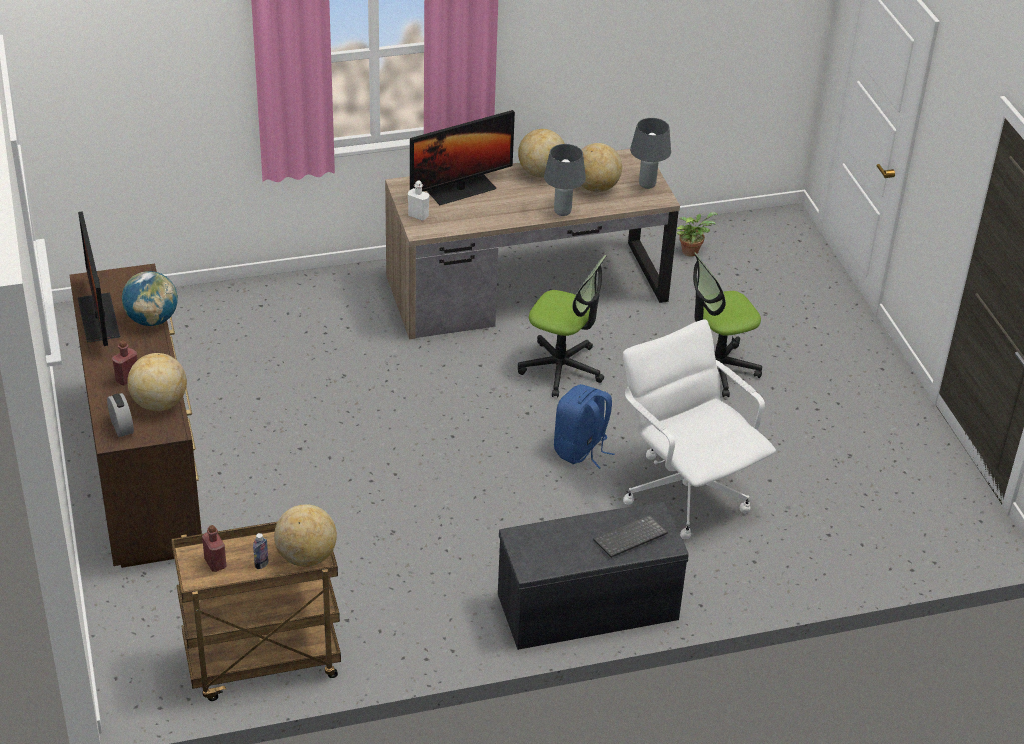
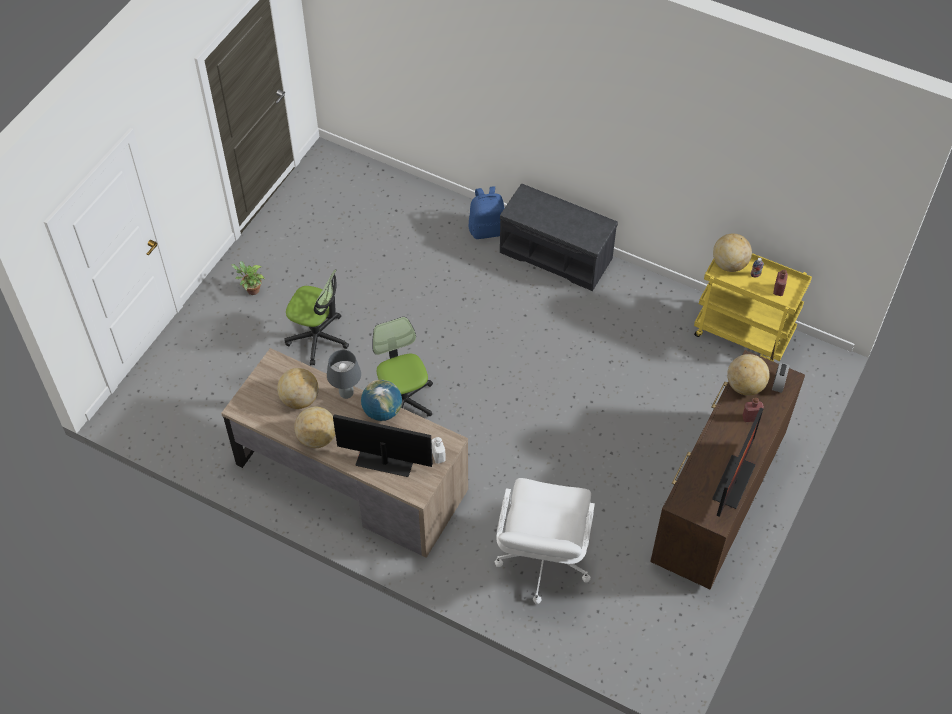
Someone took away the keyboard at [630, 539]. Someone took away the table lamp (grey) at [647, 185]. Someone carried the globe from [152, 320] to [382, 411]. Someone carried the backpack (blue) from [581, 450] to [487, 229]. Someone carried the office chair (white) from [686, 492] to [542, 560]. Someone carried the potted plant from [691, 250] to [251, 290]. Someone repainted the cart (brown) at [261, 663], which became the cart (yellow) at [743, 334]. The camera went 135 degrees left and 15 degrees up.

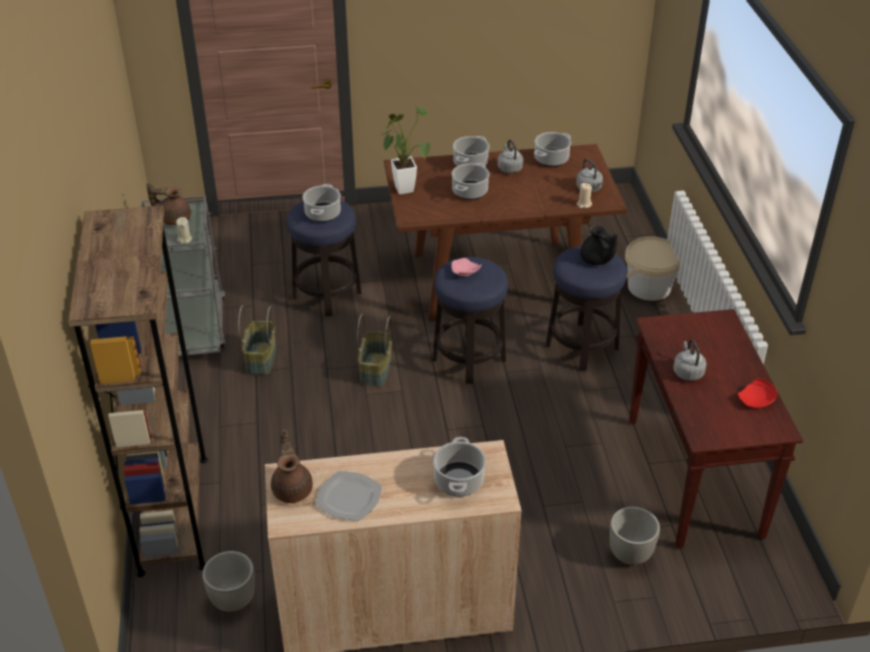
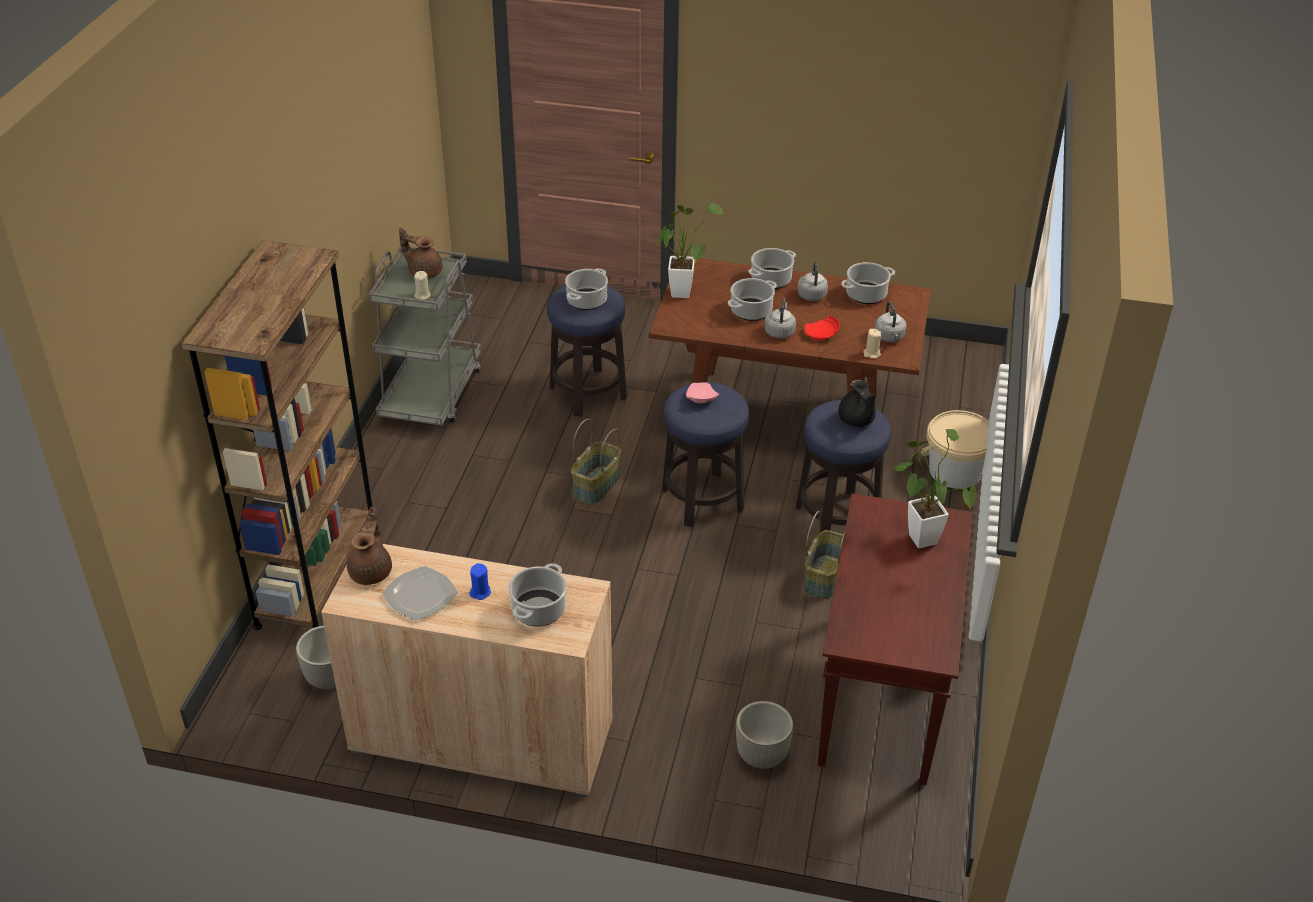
Someone put down the candle (blue) at [480, 592]. Someone put down the potted plant at [920, 535]. Someone carried the basket from [260, 358] to [824, 577]. Someone carried the kettle (grey) from [687, 372] to [779, 331]. Someone carried the plate (red) from [756, 400] to [822, 335]. The camera went 20 degrees right and 0 degrees up.

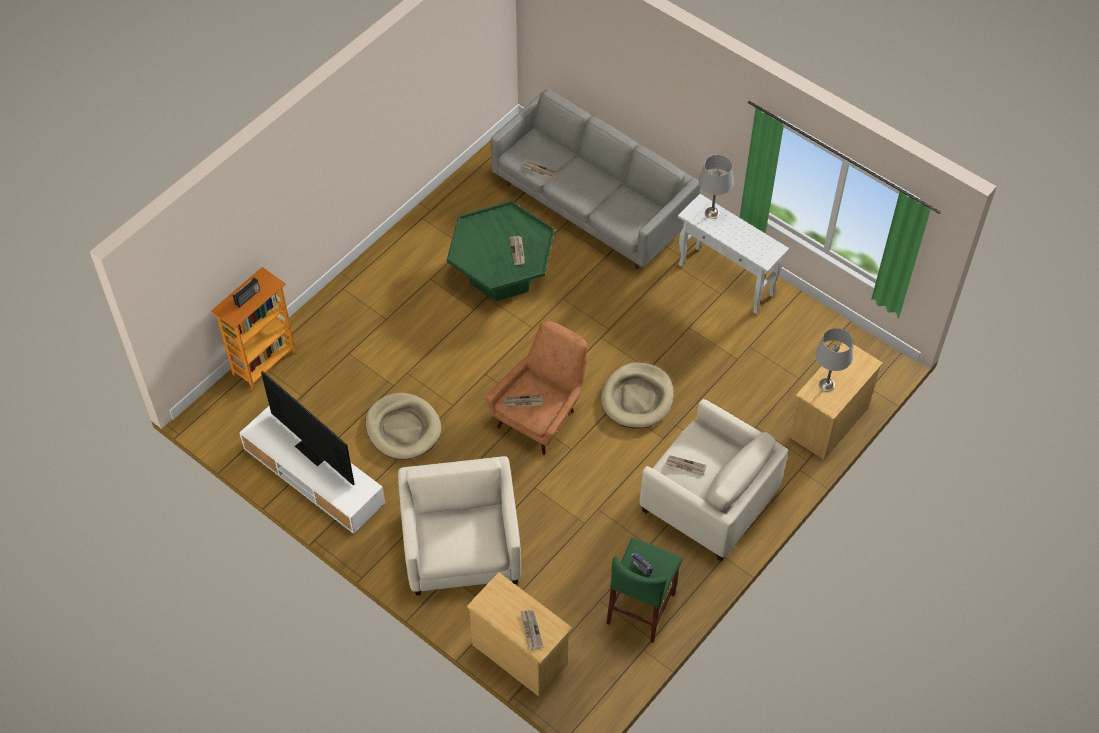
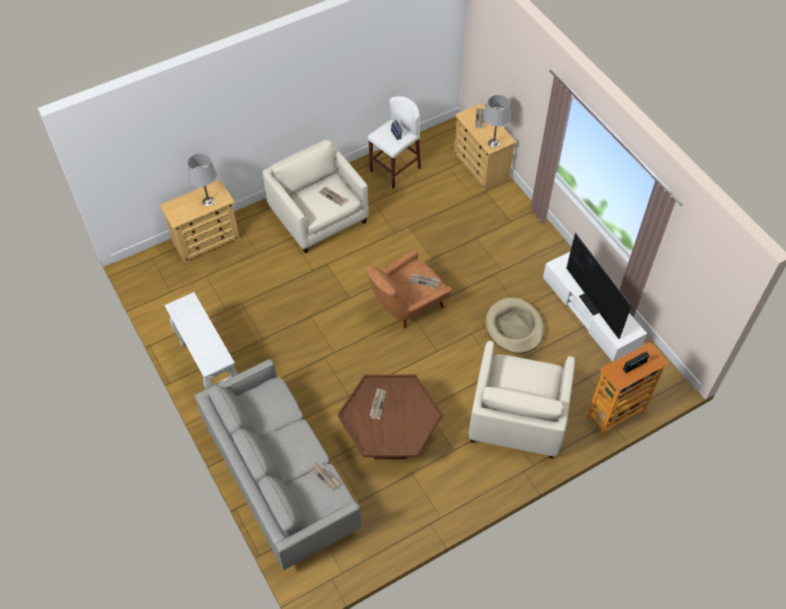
Someone took away the dog bed (beige) at [637, 398]. Someone carried the armchair (beige) from [462, 547] to [517, 416]. Someone carried the table lamp (grey) from [711, 213] to [494, 143]. Someone repainted the coffee table (green) at [502, 274], which became the coffee table (brown) at [389, 434]. Someone repainted the stool (green) at [641, 608], which became the stool (white) at [395, 169]. The camera went 160 degrees left and 0 degrees up.

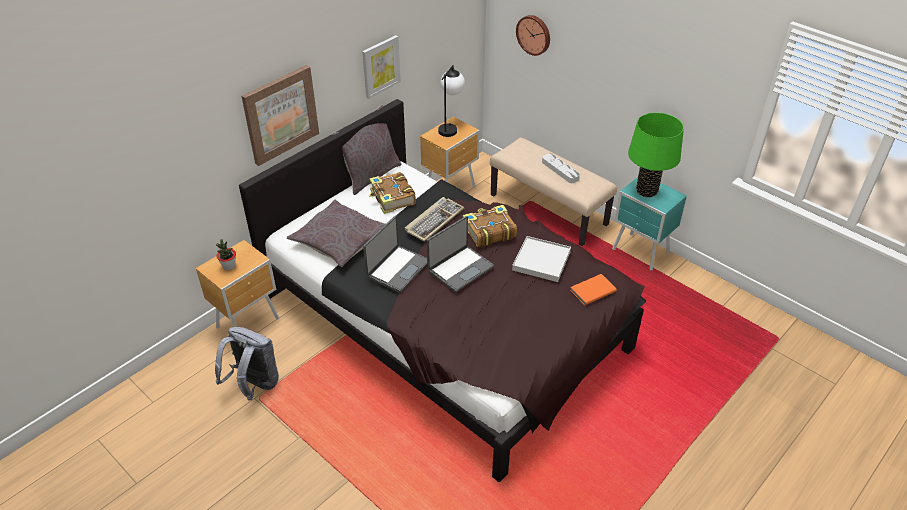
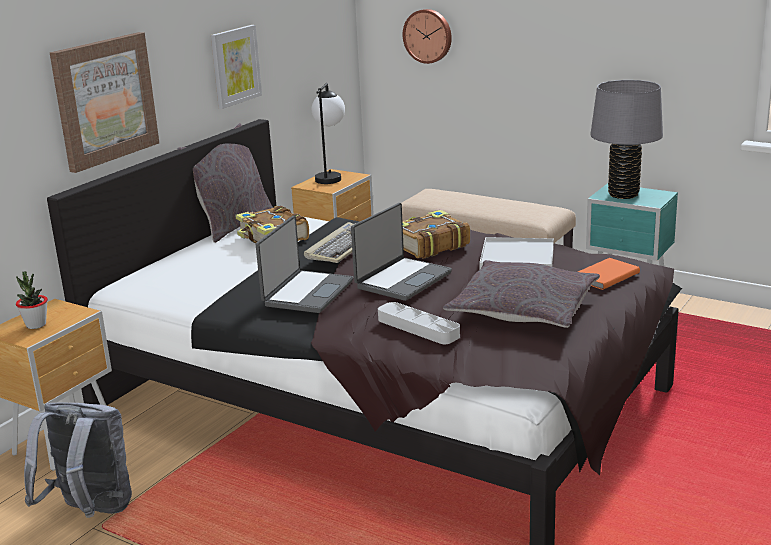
Someone carried the pillow (grey) from [339, 240] to [523, 309]. Someone carried the tray (grey) from [560, 170] to [418, 328]. Someone repainted the table lamp (green) at [646, 191], which became the table lamp (grey) at [623, 194]. The camera went 10 degrees left and 20 degrees down.

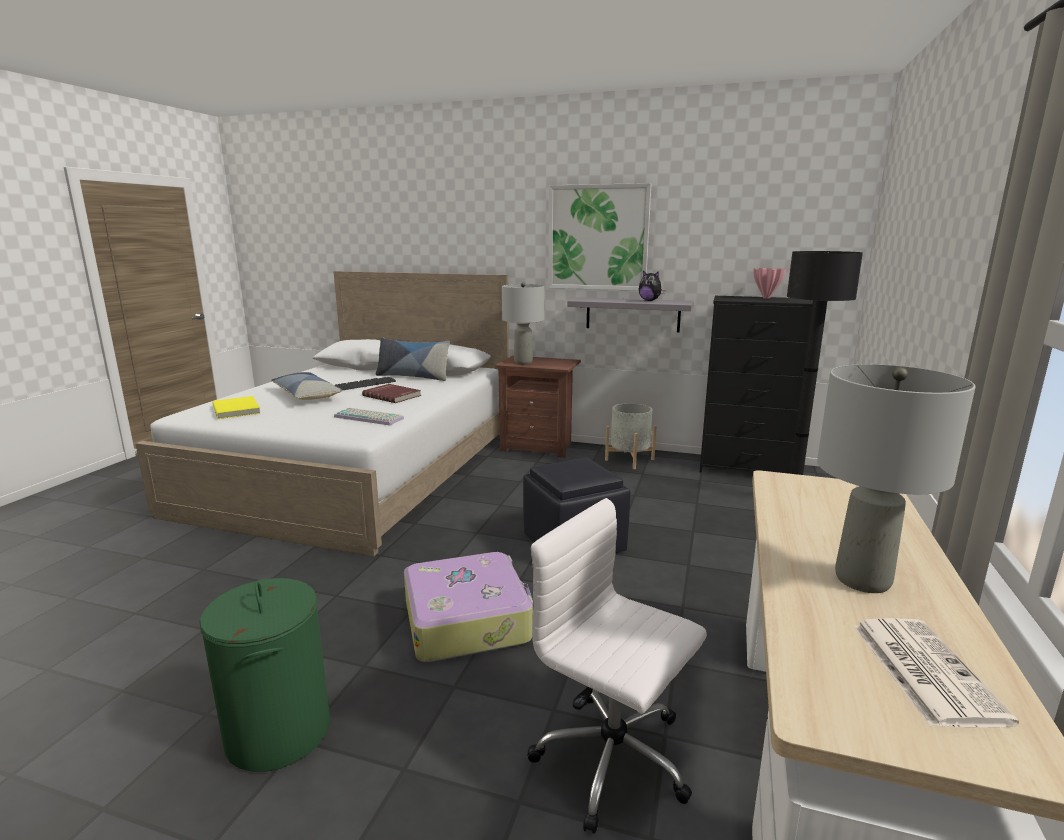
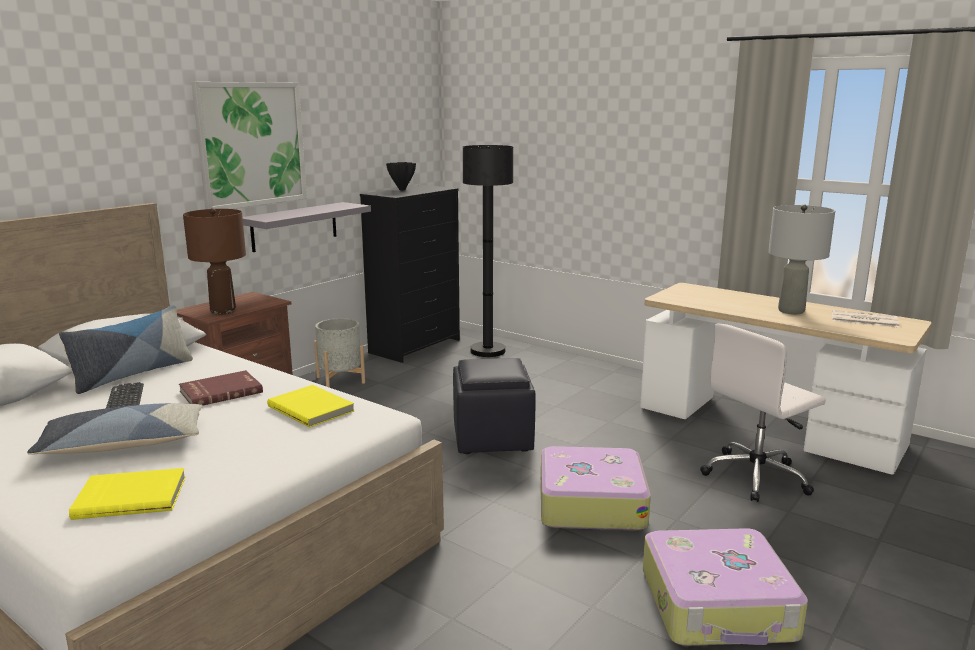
Someone took away the plush toy at [650, 300]. Someone swapped the laundry basket (green) at [279, 732] for the suitcase at [719, 605]. Someone swapped the keyboard at [370, 417] for the book (yellow) at [312, 408]. Someone repainted the table lamp (grey) at [523, 363], which became the table lamp (brown) at [223, 311]. Someone repainted the vase (pink) at [765, 298], which became the vase (black) at [402, 189]. The camera went 70 degrees left and 0 degrees up.

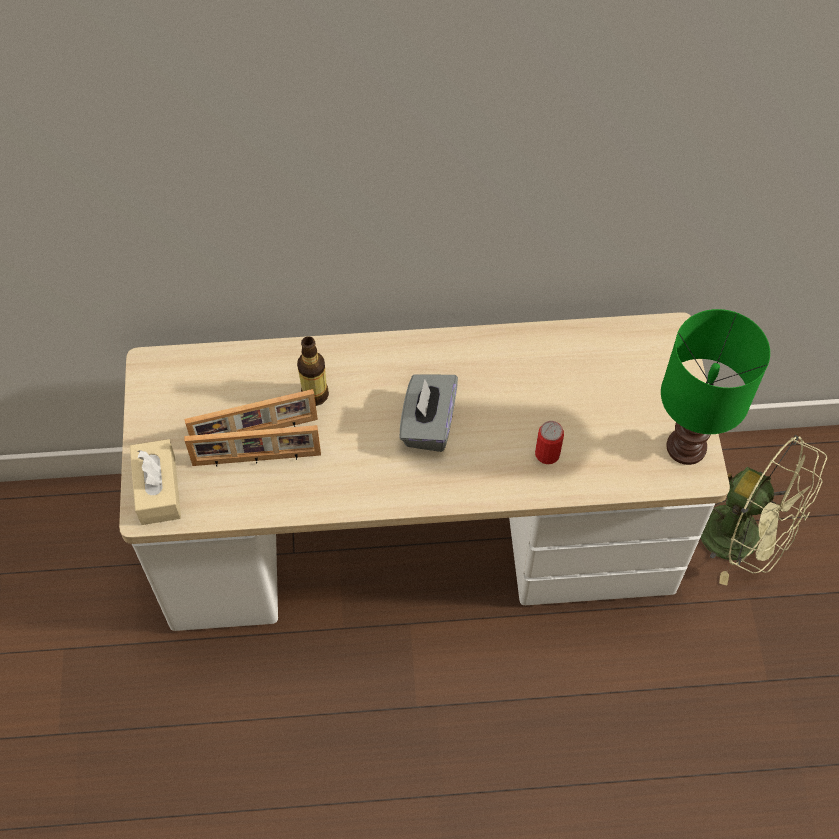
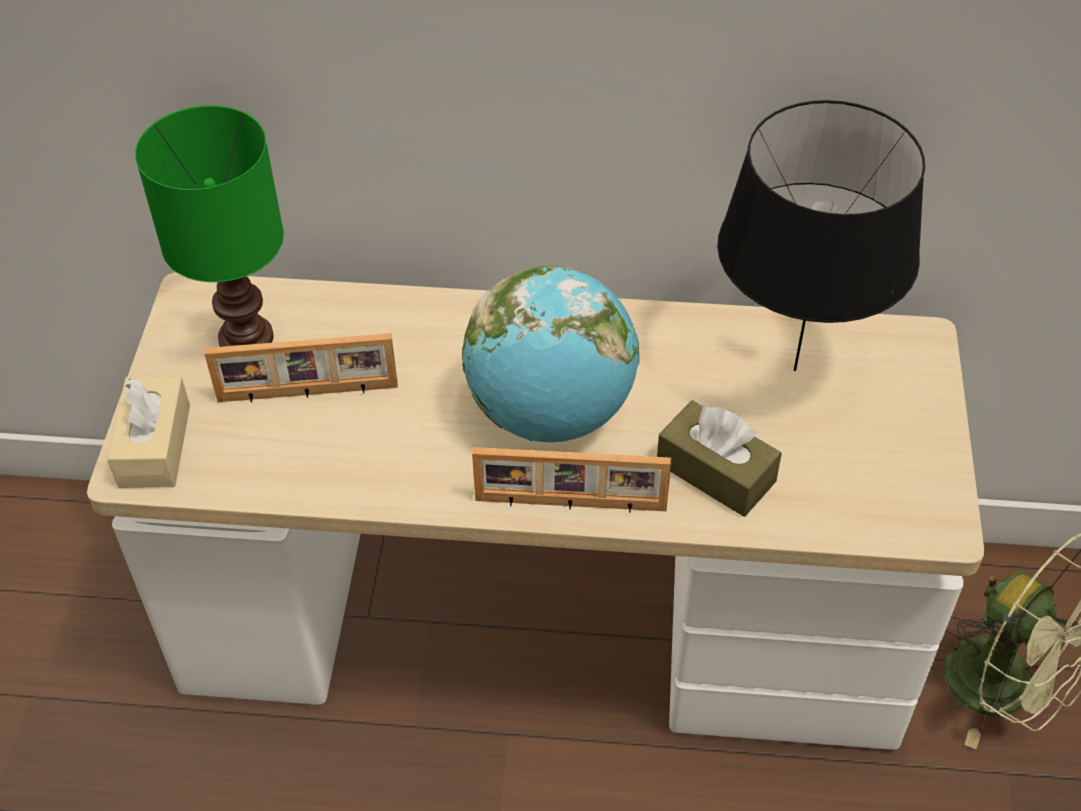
Someone took away the bottle at [315, 395]. Someone put down the table lamp (black) at [794, 370]. Someone carried the picture frame from [256, 460] to [570, 505]. Someone carried the table lamp (green) from [687, 448] to [247, 340]. Someone swapped the tissue box (grey) at [428, 424] for the globe at [551, 412]. Someone swapped the can at [547, 454] for the tissue box (brown) at [715, 472]. The camera went 10 degrees right and 10 degrees down.

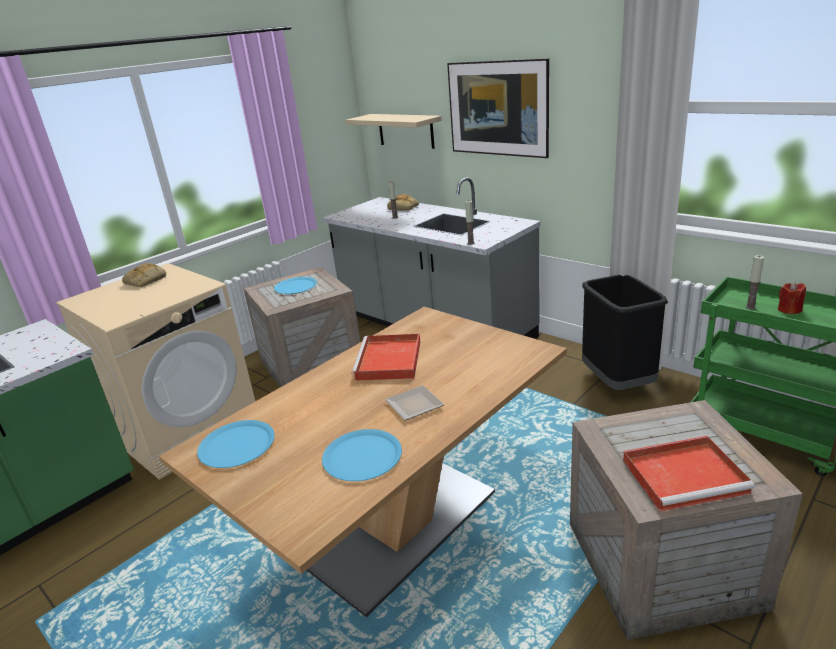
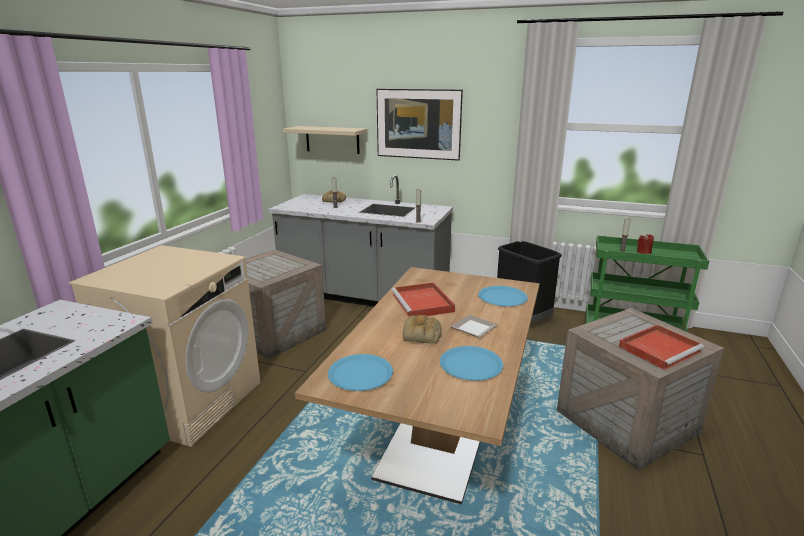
Someone carried the bread from [145, 280] to [422, 334]. Someone carried the plate (blue) from [295, 286] to [502, 297]. The camera went 25 degrees left and 5 degrees down.

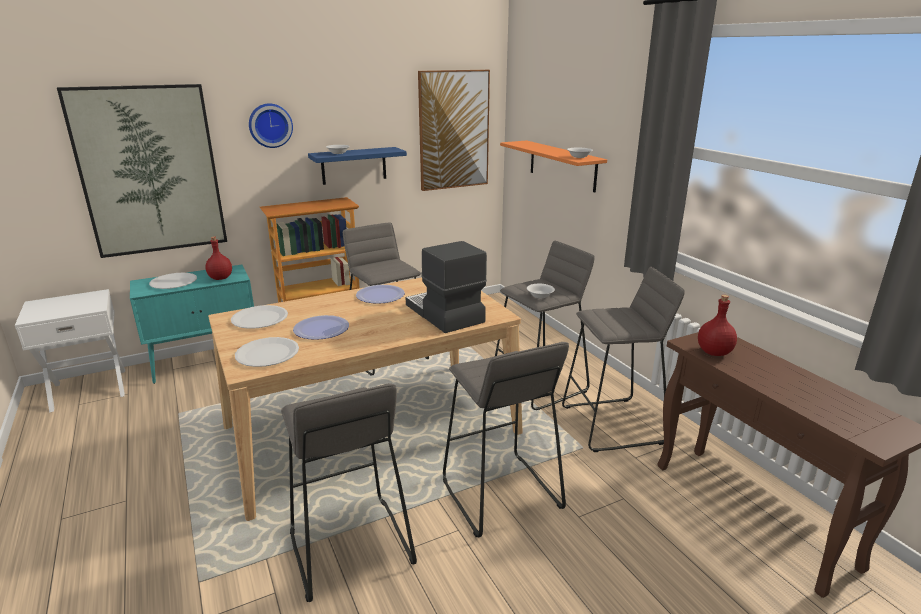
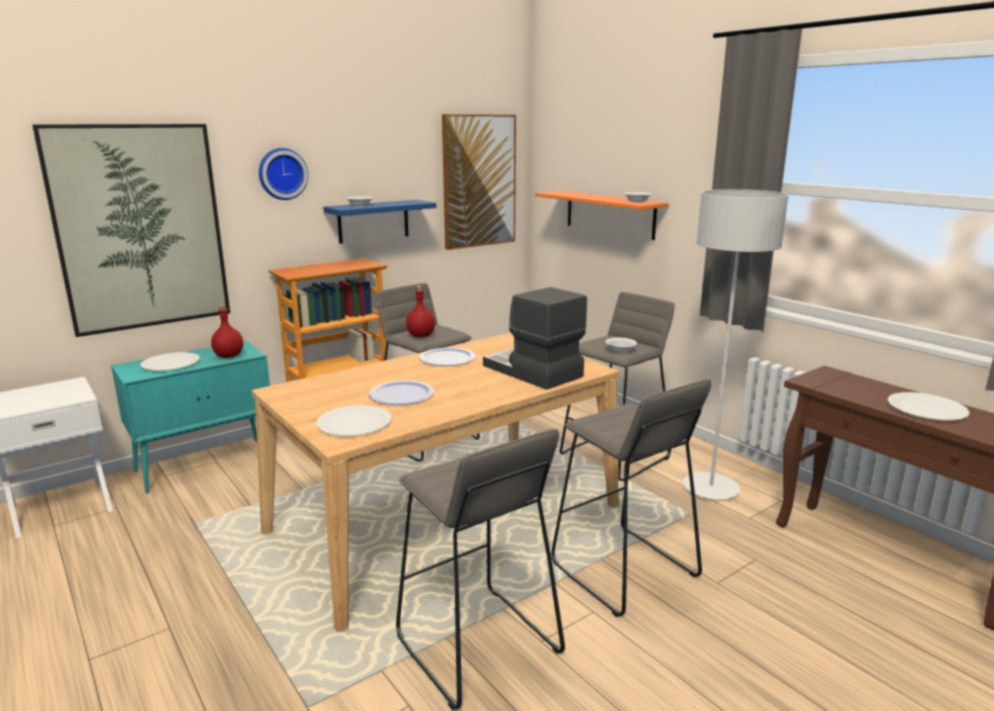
Someone carried the plate (white) from [260, 318] to [927, 409]. Someone carried the bottle (red) from [714, 352] to [421, 335]. Someone swapped the stool (grey) at [612, 425] for the floor lamp (grey) at [711, 488]. The camera went 10 degrees left and 5 degrees down.

